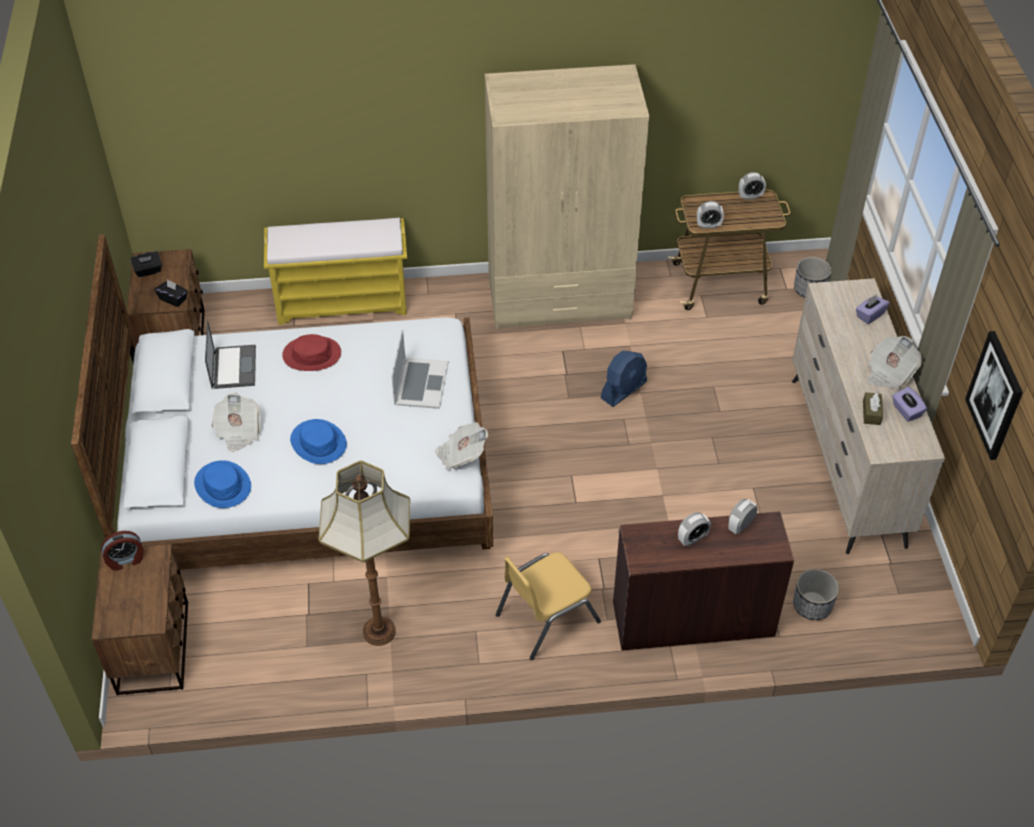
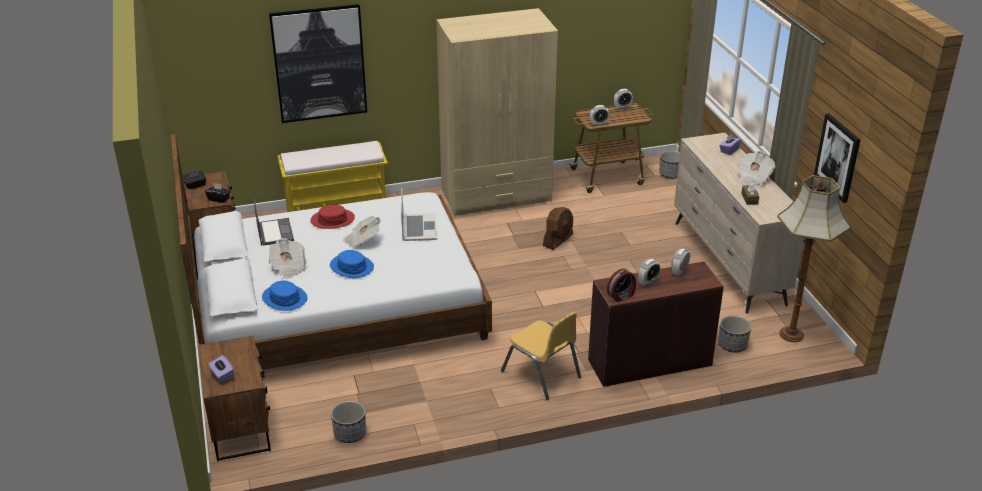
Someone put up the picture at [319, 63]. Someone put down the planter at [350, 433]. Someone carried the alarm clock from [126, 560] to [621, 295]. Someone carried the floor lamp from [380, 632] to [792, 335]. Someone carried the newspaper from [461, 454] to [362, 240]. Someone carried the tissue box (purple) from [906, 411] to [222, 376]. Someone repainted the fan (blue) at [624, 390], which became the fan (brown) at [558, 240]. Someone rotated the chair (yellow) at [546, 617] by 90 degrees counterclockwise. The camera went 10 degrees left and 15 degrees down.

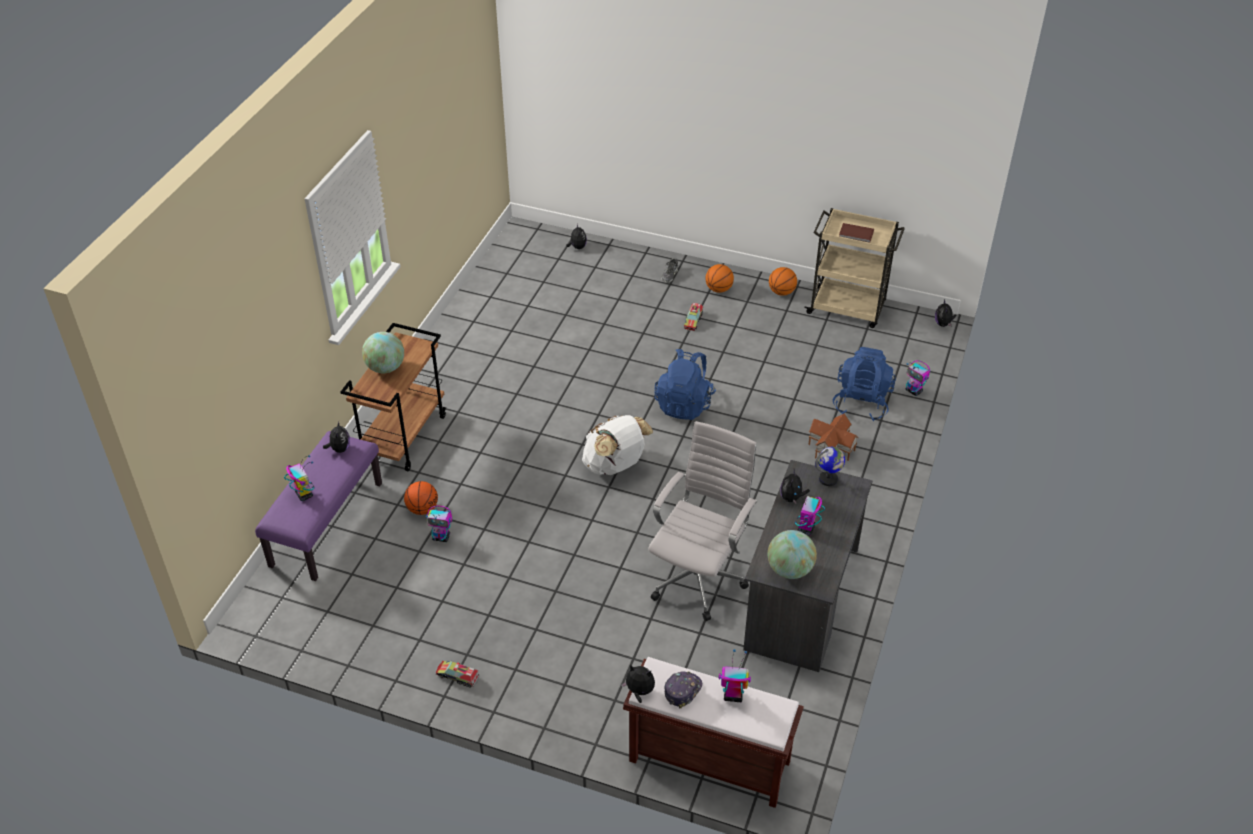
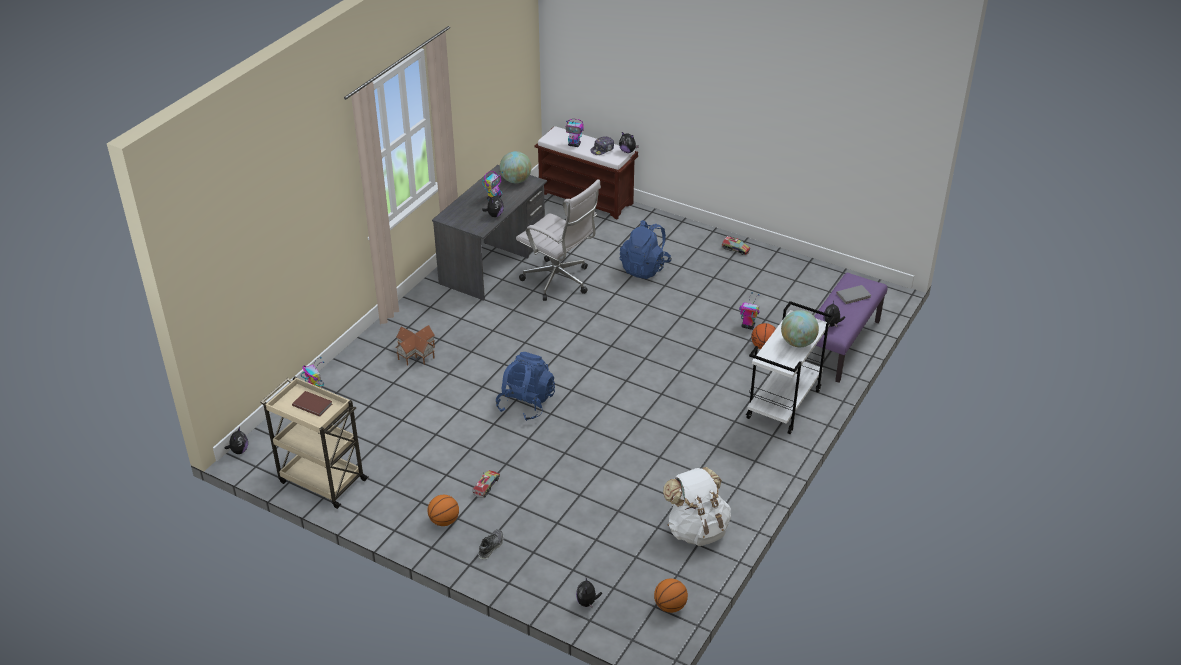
Someone took away the globe at [828, 479]. Someone carried the backpack (white) from [615, 465] to [697, 529]. Someone carried the basketball from [781, 292] to [670, 606]. Someone carried the backpack (blue) from [861, 402] to [645, 268]. Someone swapped the toy robot at [304, 494] for the book (grey) at [854, 296]. Someone repainted the cart (brown) at [403, 436], which became the cart (white) at [784, 405]. Someone rotated the office chair (white) at [699, 577] by 90 degrees counterclockwise. The camera went 170 degrees left and 5 degrees down.

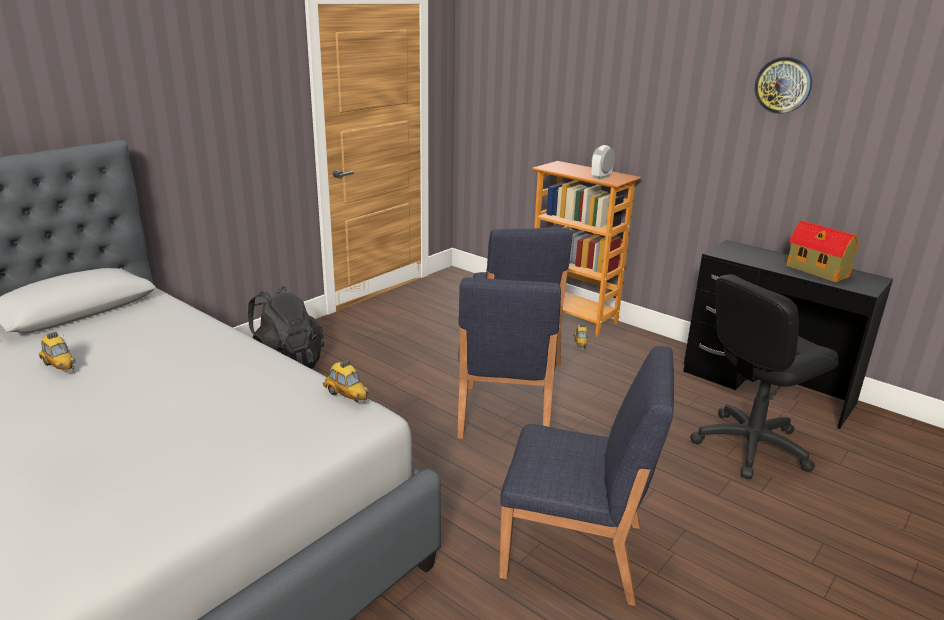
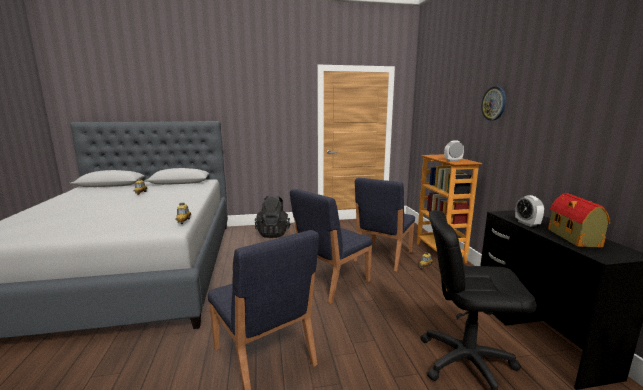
Someone put down the alarm clock at [527, 223]. Someone carried the wall clock from [783, 85] to [494, 103]. The camera went 40 degrees right and 10 degrees down.

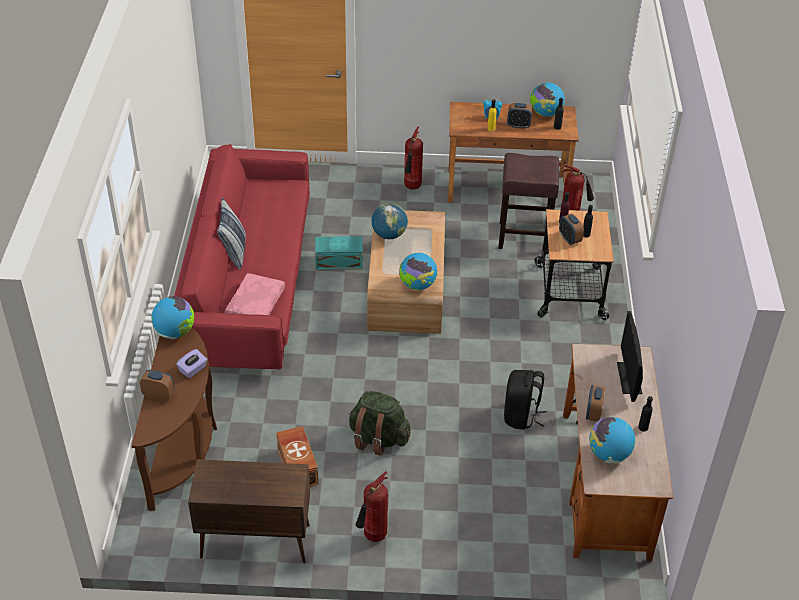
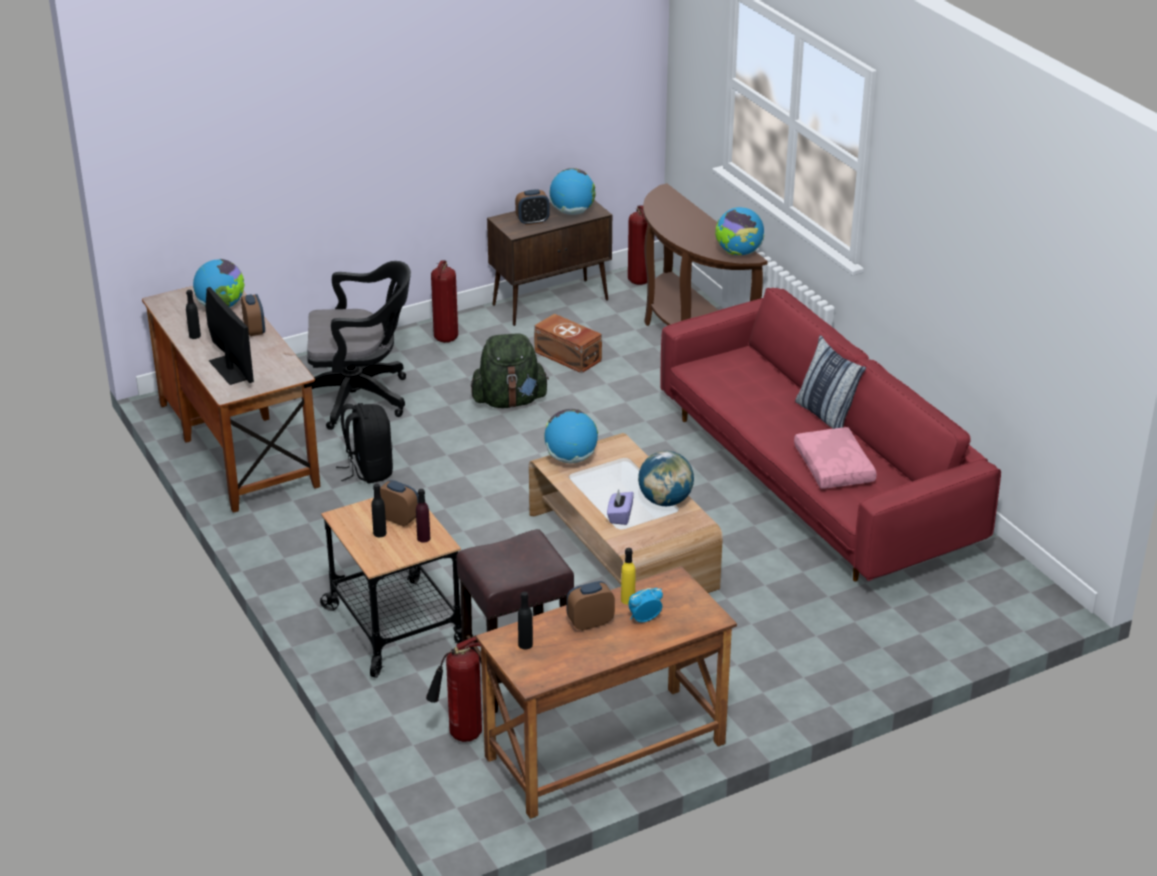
Someone took away the storage box (turquoise) at [338, 261]. Someone put down the office chair (black) at [360, 397]. Someone carried the alarm clock from [159, 395] to [532, 221]. Someone carried the tissue box (purple) from [193, 370] to [620, 516]. Someone carried the pillow (pink) from [255, 304] to [835, 467]. Someone carried the fire extinguisher from [412, 188] to [638, 280]. Someone carried the globe from [545, 113] to [572, 212]. The camera went 150 degrees right and 10 degrees down.

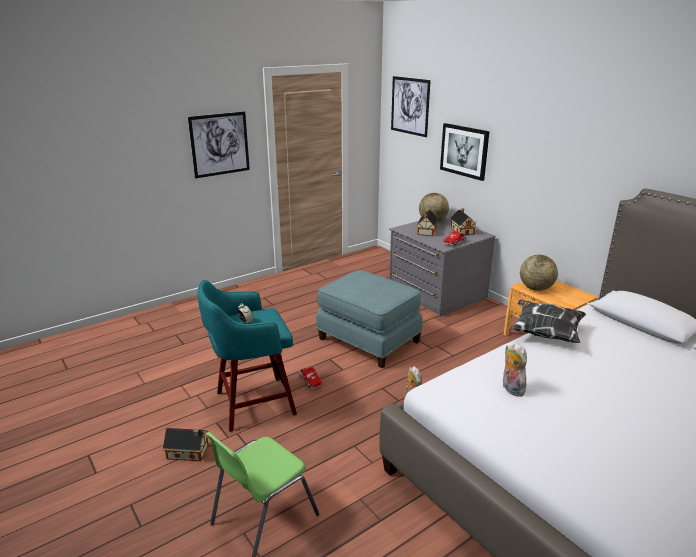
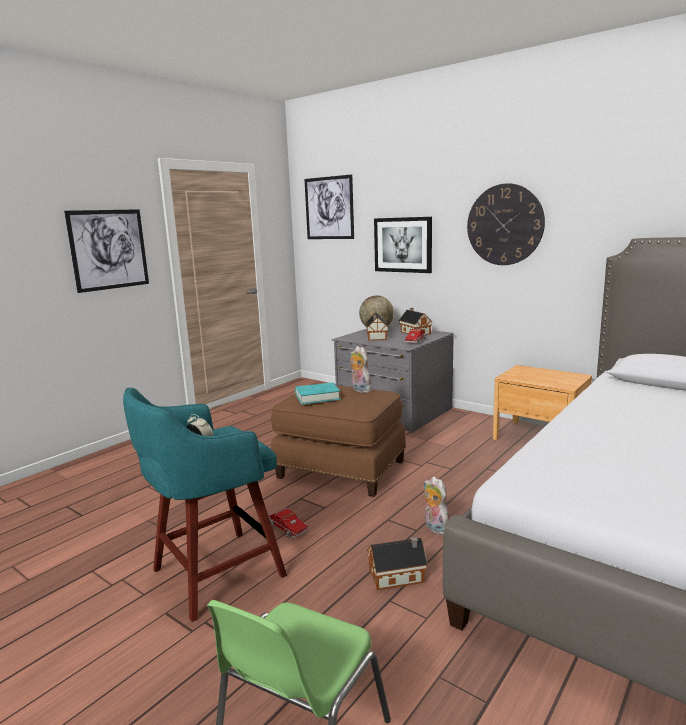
Someone took away the pillow at [545, 333]. Someone took away the globe at [536, 288]. Someone put down the book (turquoise) at [317, 397]. Someone put up the wall clock at [504, 225]. Someone carried the toy house from [189, 452] to [398, 576]. Someone carried the plush toy from [510, 389] to [359, 390]. Someone repainted the ottoman (blue) at [368, 341], which became the ottoman (brown) at [340, 470]. The camera went 15 degrees left and 10 degrees down.

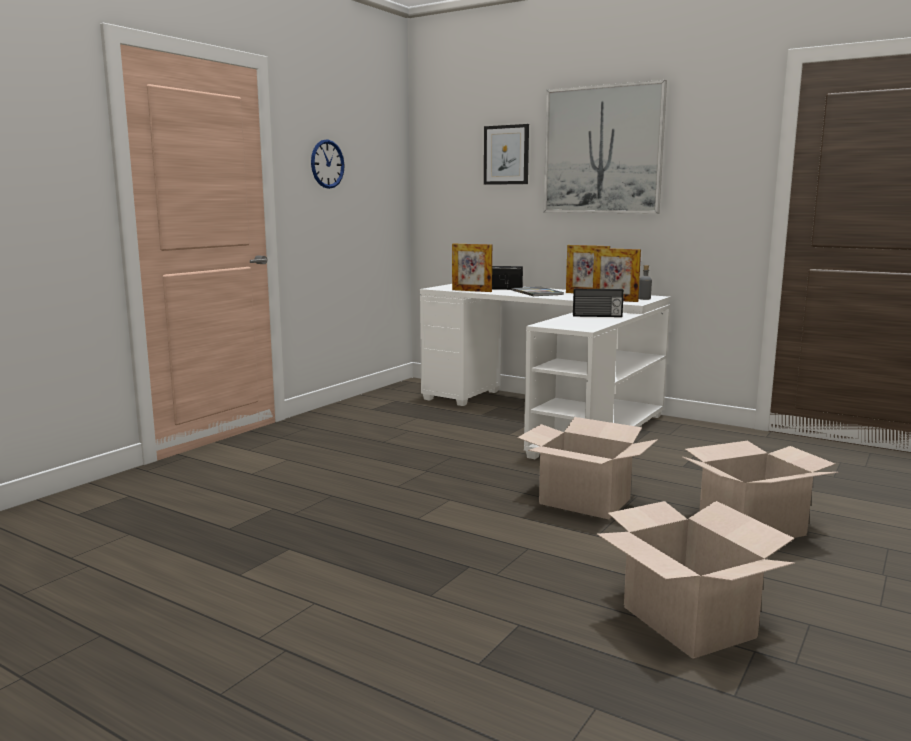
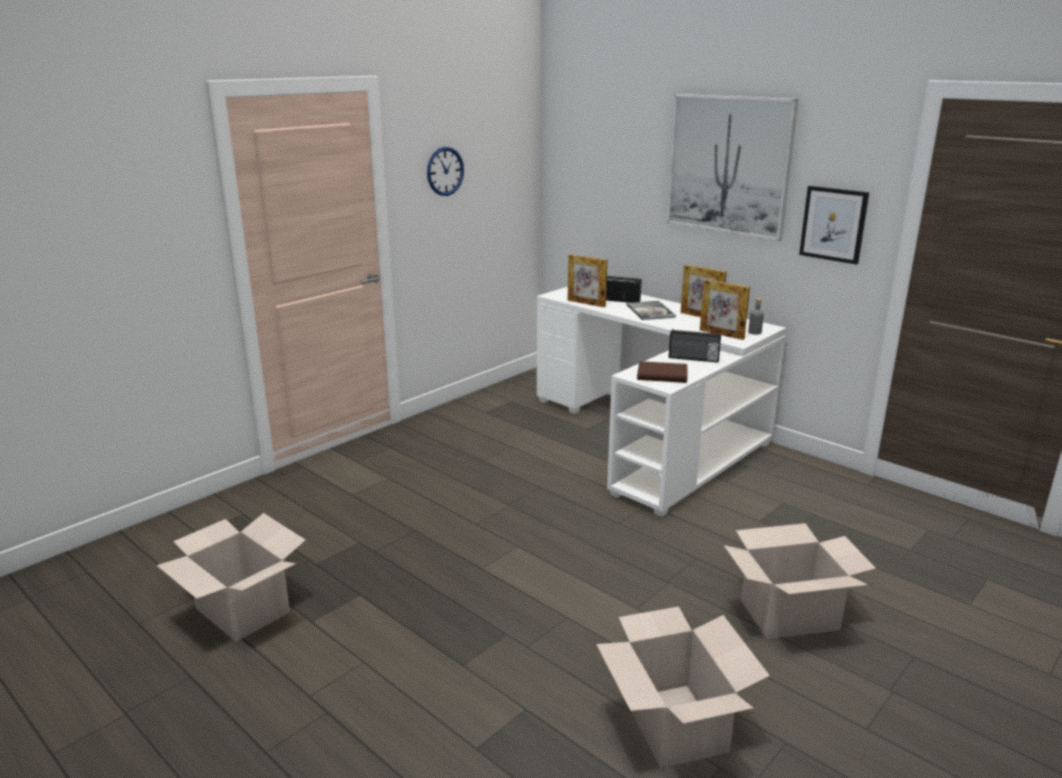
Someone put down the book (brown) at [662, 375]. Someone carried the picture from [506, 155] to [833, 224]. Someone carried the cardboard box from [585, 501] to [243, 610]. The camera went 10 degrees right and 10 degrees up.

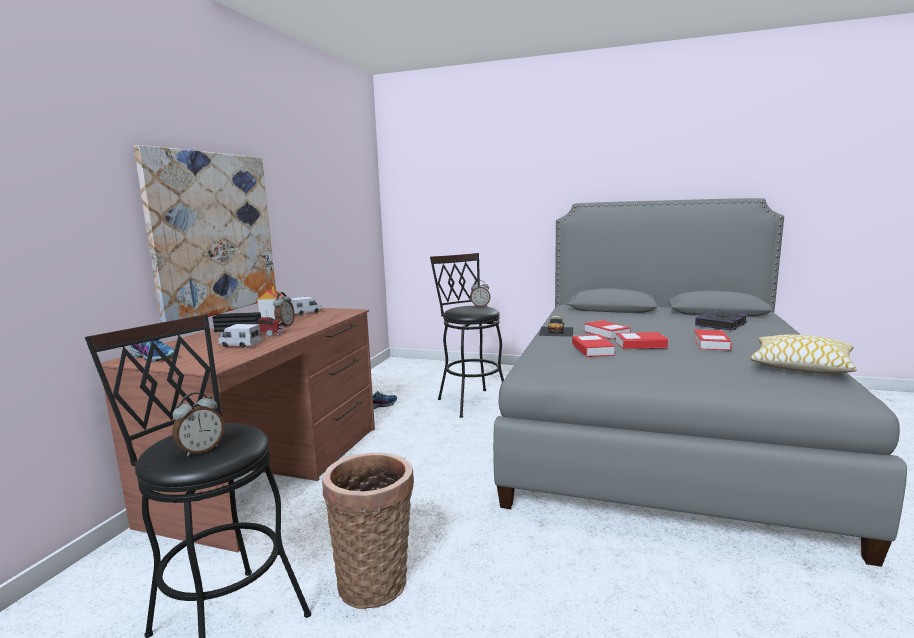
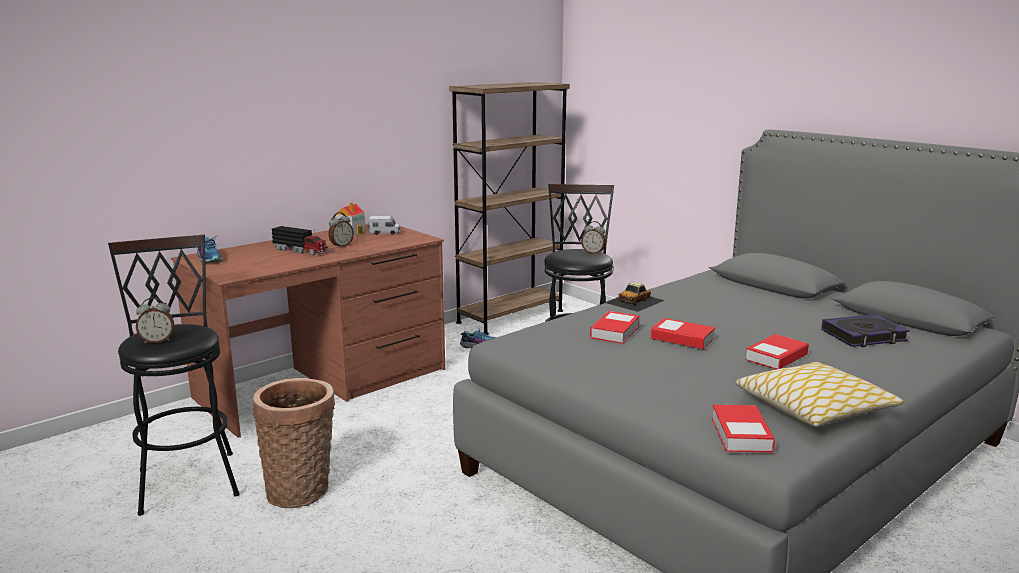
Someone took away the picture at [214, 234]. Someone took away the toy truck at [240, 345]. Someone put down the bookcase (brown) at [510, 316]. Someone carried the book from [606, 333] to [741, 434]. The camera went 30 degrees right and 5 degrees up.

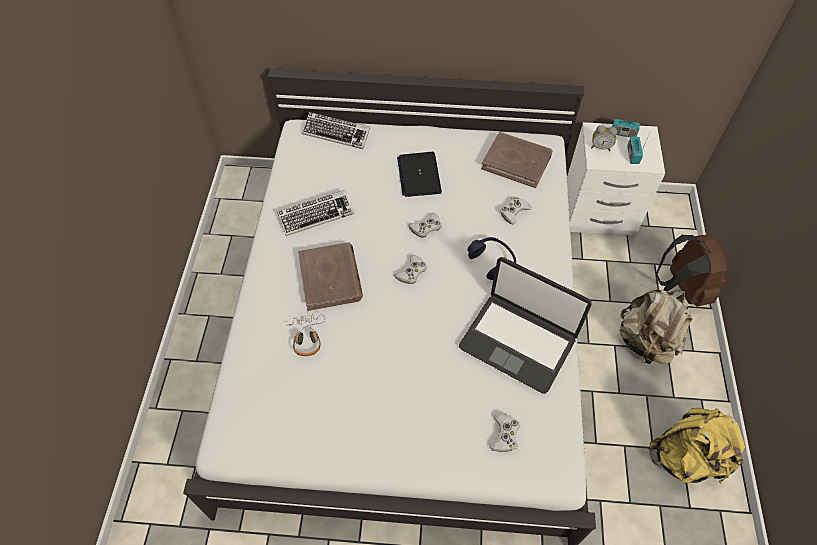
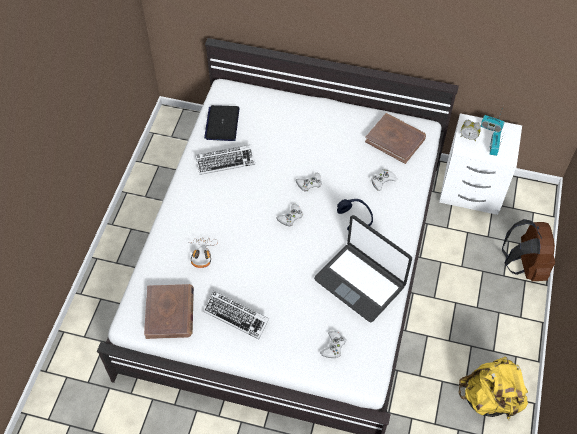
Someone took away the backpack (beige) at [646, 342]. Someone carried the book (brown) from [330, 278] to [170, 313]. Someone carried the keyboard from [336, 133] to [236, 316]. Someone carried the laptop from [419, 175] to [222, 123]. The camera went 10 degrees right and 0 degrees up.

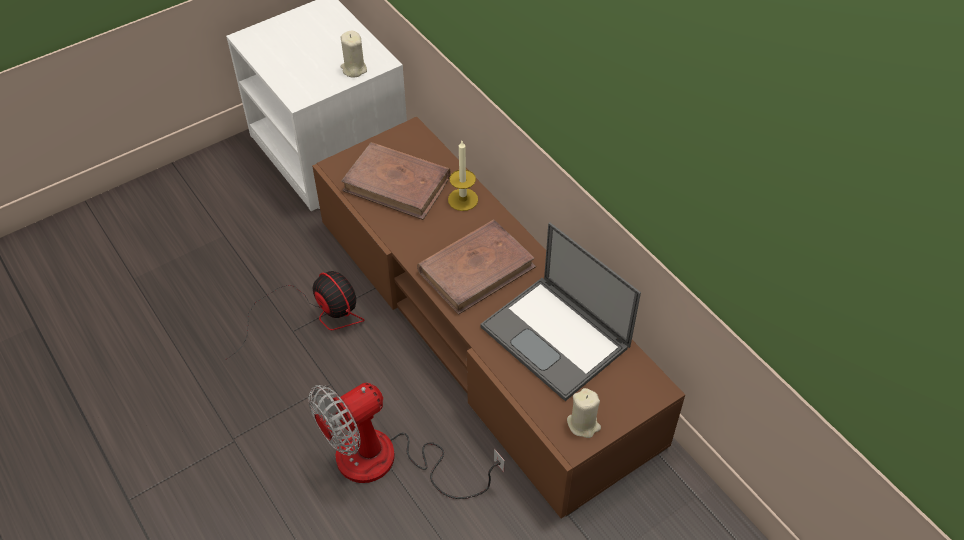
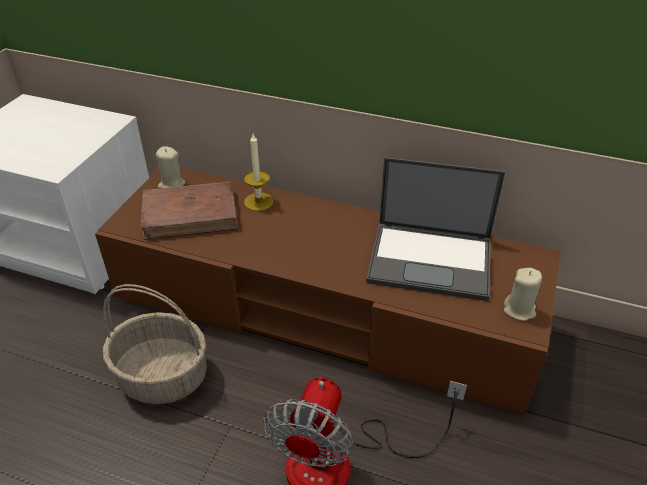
Someone took away the book (brown) at [476, 269]. Someone carried the candle (beige) from [354, 69] to [172, 185]. Someone swapped the fan at [312, 315] for the basket at [164, 376]. The camera went 35 degrees left and 10 degrees down.

